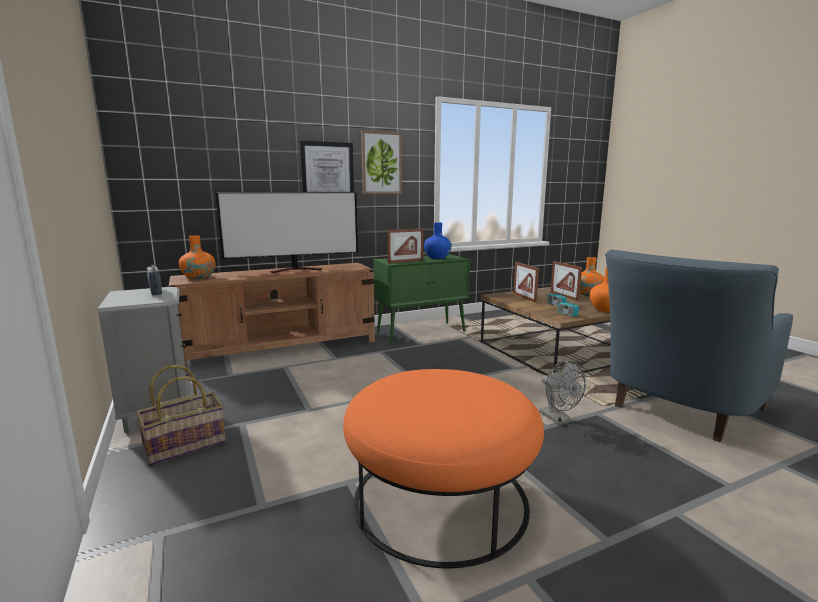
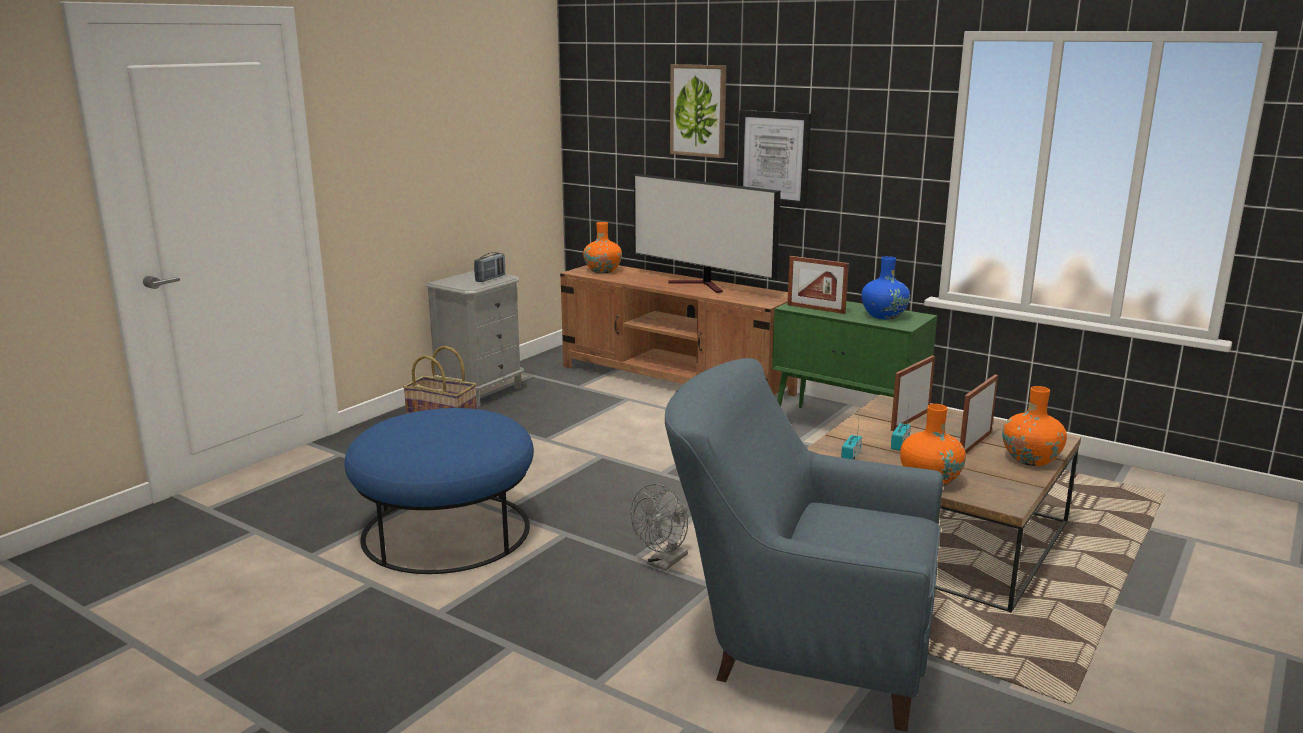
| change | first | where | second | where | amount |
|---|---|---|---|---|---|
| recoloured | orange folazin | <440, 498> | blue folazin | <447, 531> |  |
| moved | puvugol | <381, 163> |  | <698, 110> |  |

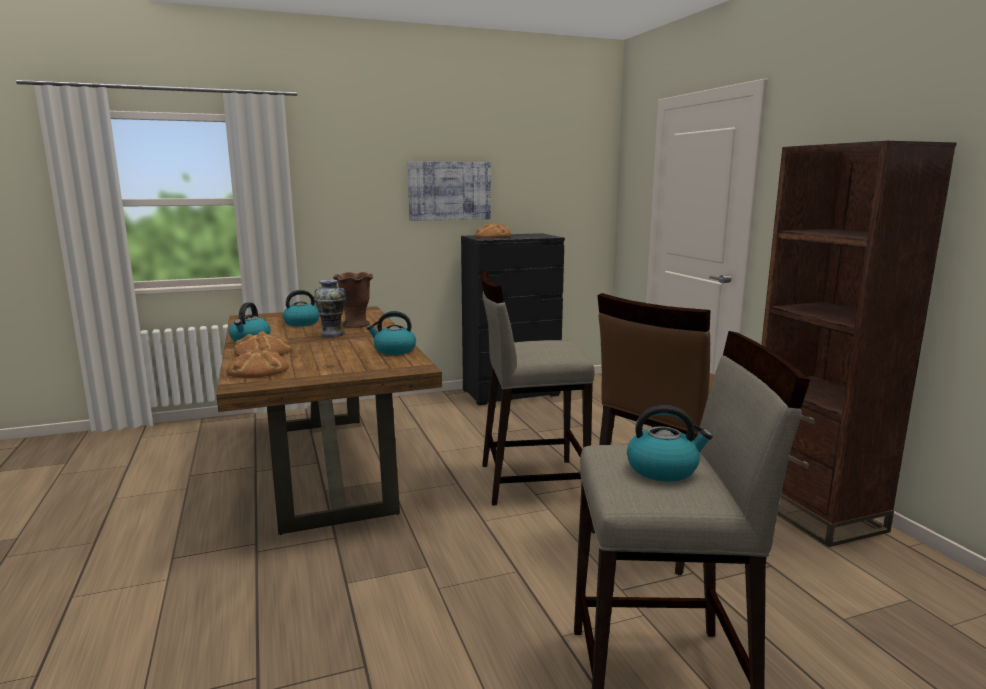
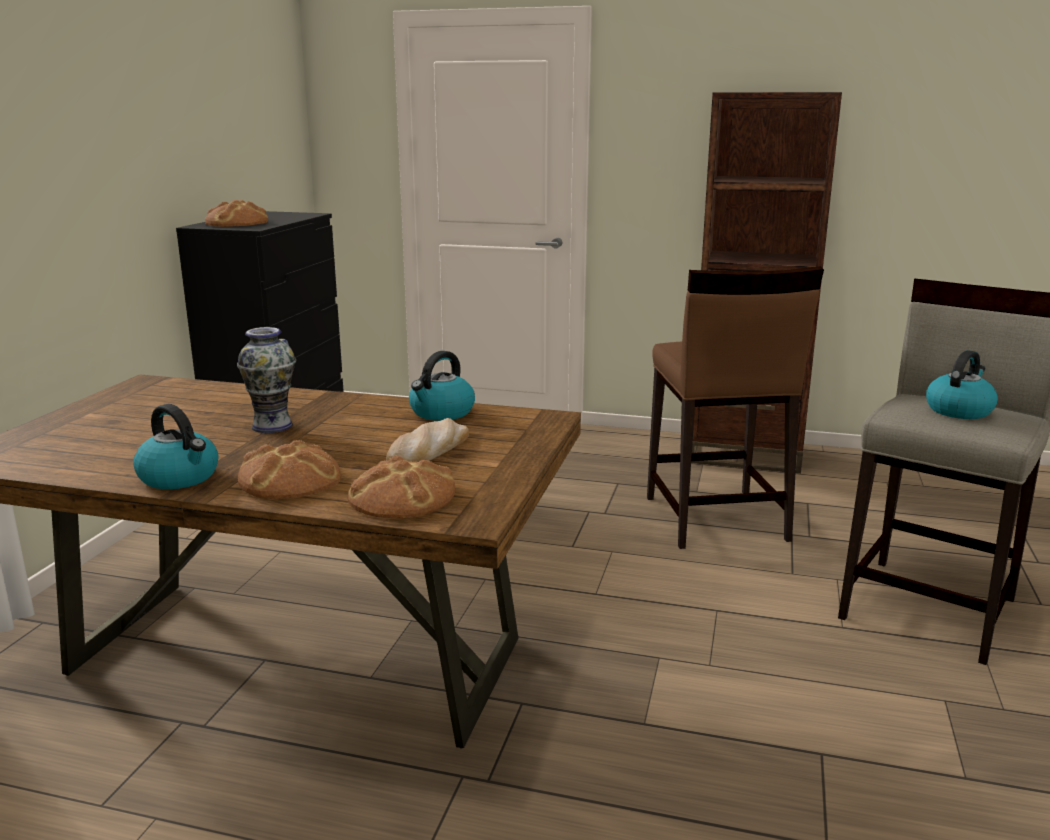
| change | first | where | second | where | amount |
|---|---|---|---|---|---|
| added |  |  | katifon | <428, 450> |  |
| removed | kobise | <302, 323> |  |  |  |
| removed | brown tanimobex | <356, 324> |  |  |  |
| removed | puvugol | <449, 191> |  |  |  |
| removed | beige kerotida | <531, 481> |  |  |  |

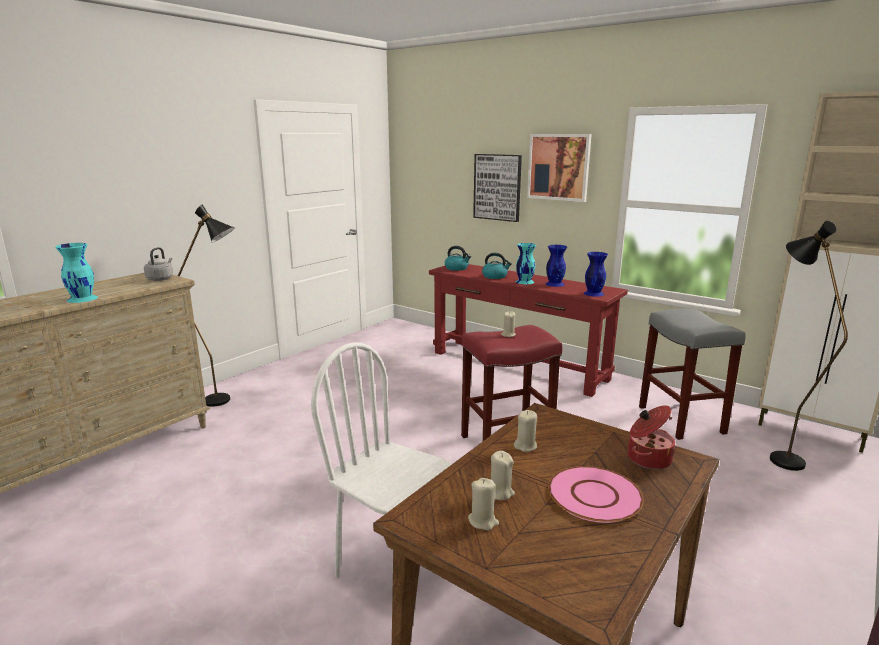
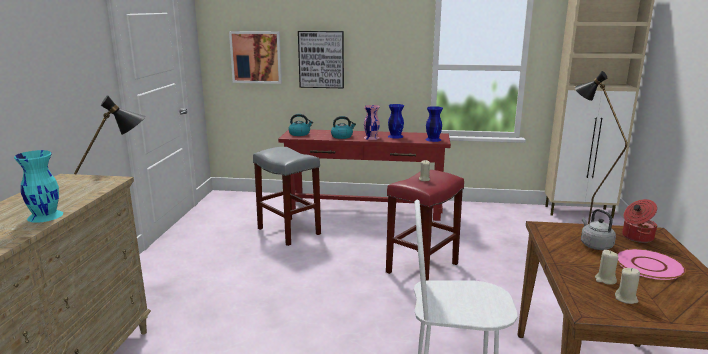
| change | first | where | second | where | amount |
|---|---|---|---|---|---|
| moved | puvugol | <558, 167> |  | <256, 57> |  |
| moved | grey kerotida | <682, 420> |  | <289, 231> |  |
| recoloured | turquoise tanimobex | <524, 281> | pink tanimobex | <371, 137> |  |
| moved | grey kobise | <161, 278> |  | <595, 245> |  |
| removed | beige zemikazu | <525, 446> |  |  |  |

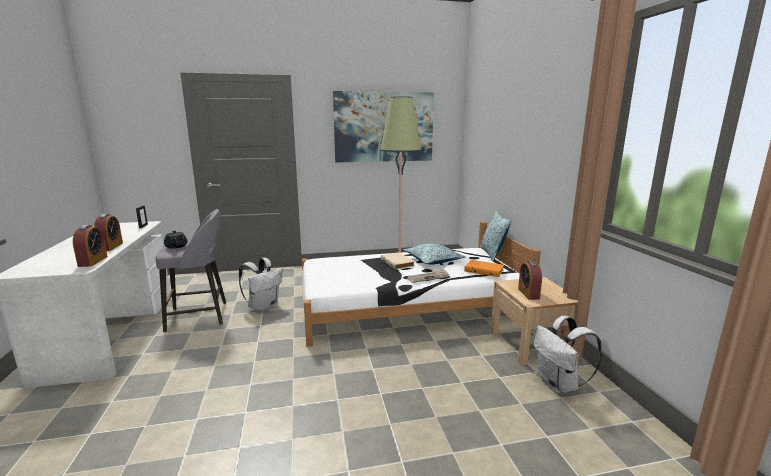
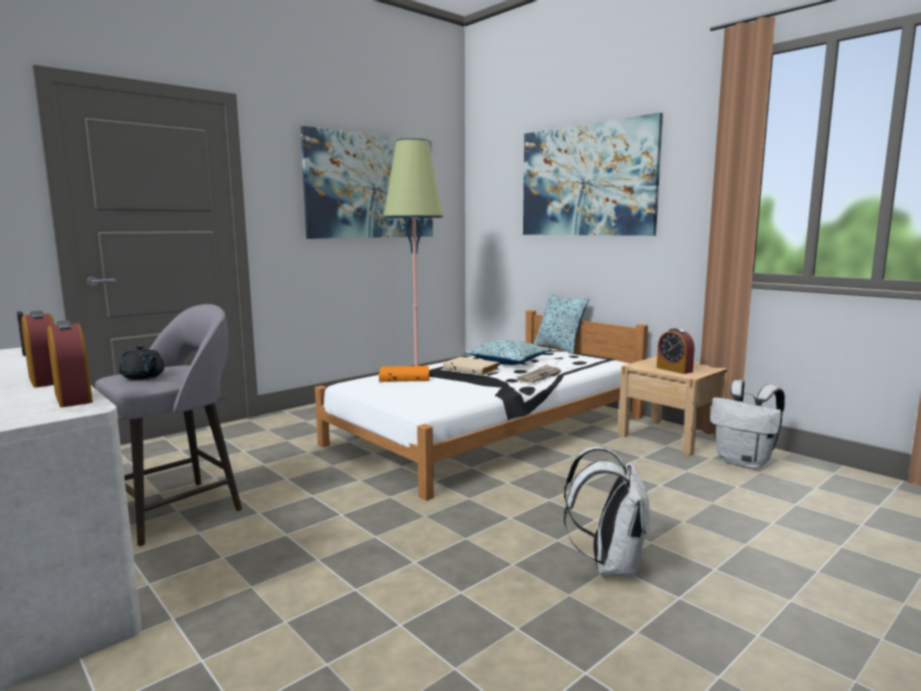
| change | first | where | second | where | amount |
|---|---|---|---|---|---|
| moved | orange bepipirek | <484, 270> |  | <405, 377> |  |
| added |  |  | puvugol | <586, 180> |  |
| moved | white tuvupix | <263, 307> |  | <610, 565> |  |

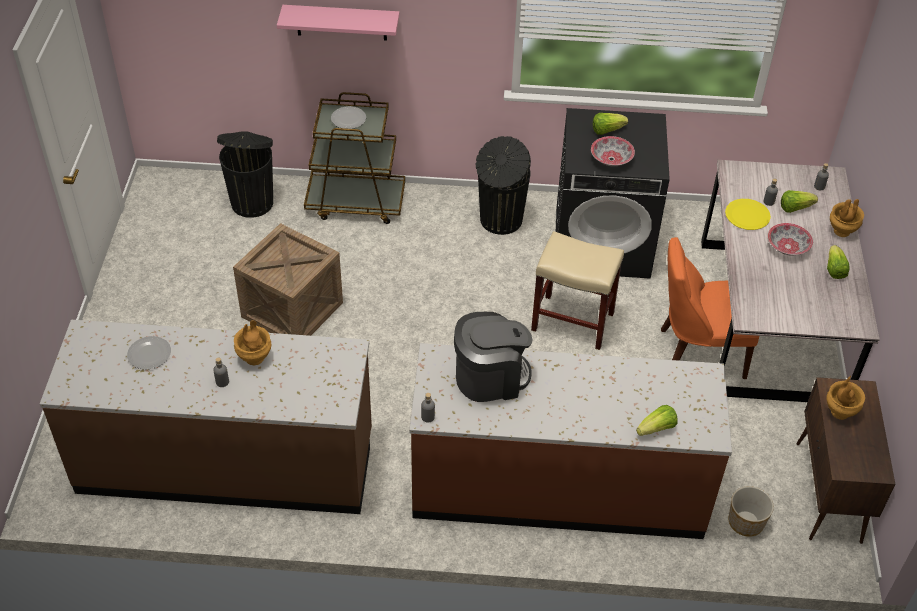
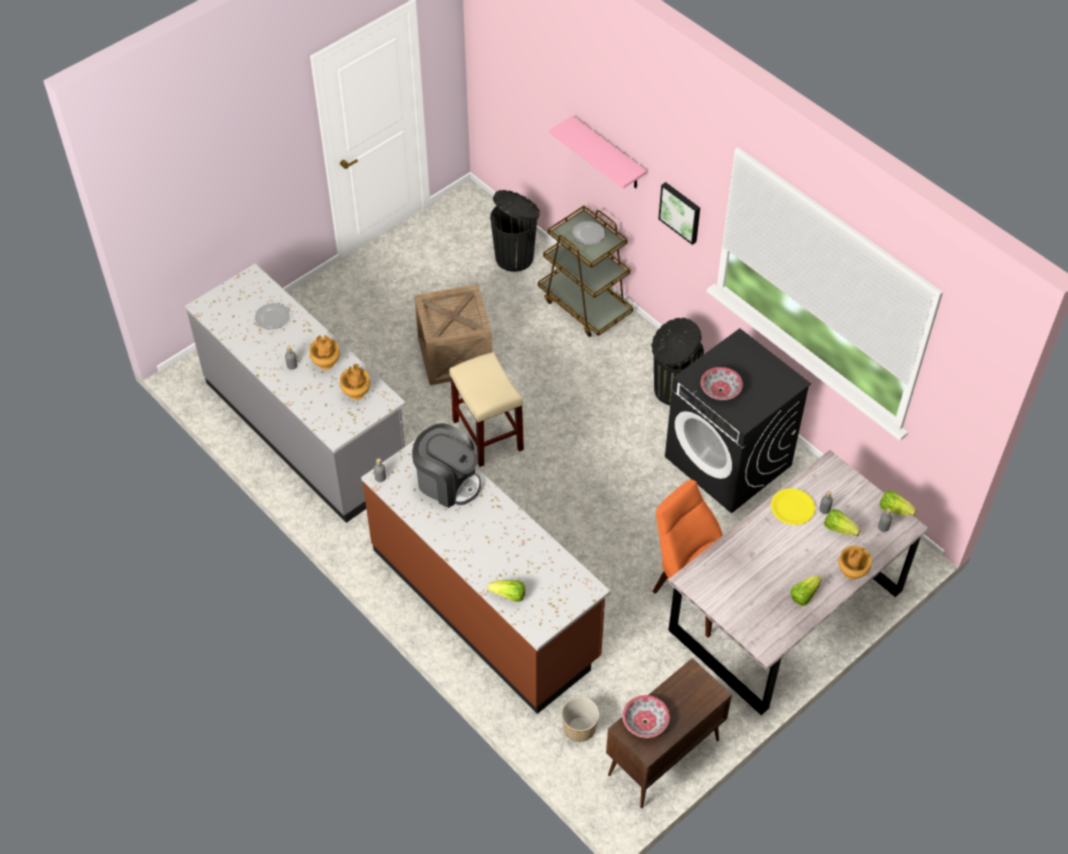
| change | first | where | second | where | amount |
|---|---|---|---|---|---|
| recoloured | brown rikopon | <226, 462> | grey rikopon | <306, 429> |  |
| moved | brown tanimobex | <839, 412> |  | <356, 393> |  |
| moved | beige kerotida | <573, 321> |  | <488, 435> |  |
| moved | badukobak | <787, 247> |  | <644, 721> |  |
| added |  |  | puvugol | <681, 212> |  |
| moved | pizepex | <607, 130> |  | <894, 509> |  |

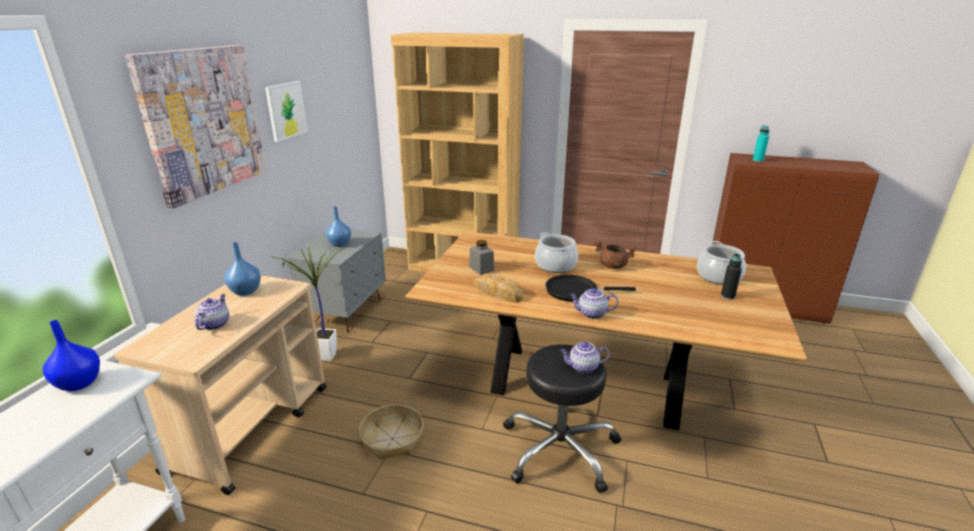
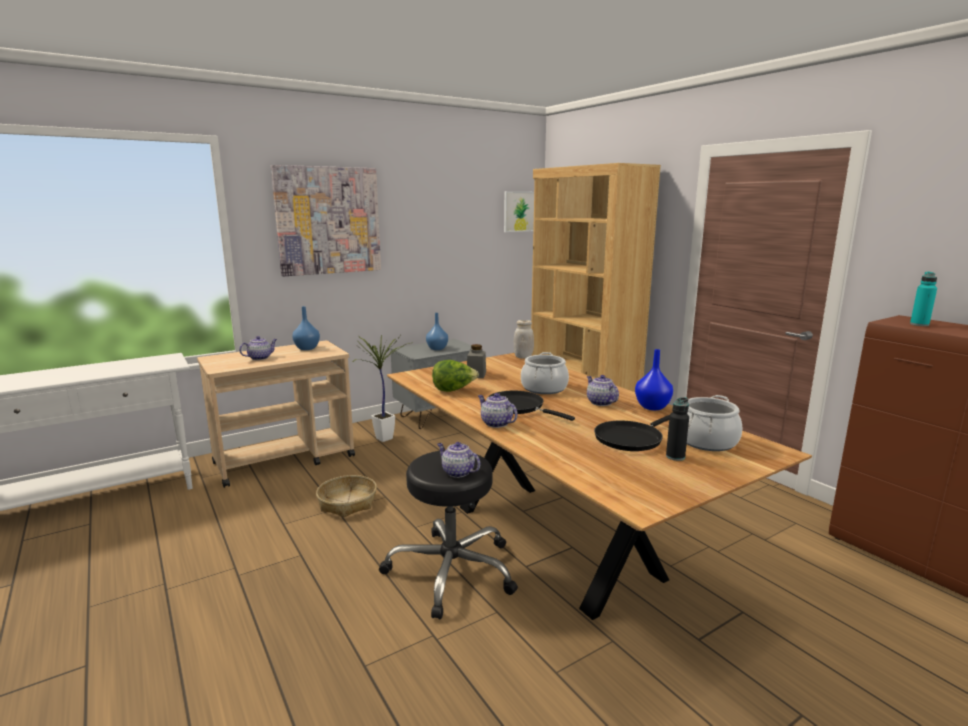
| change | first | where | second | where | amount |
|---|---|---|---|---|---|
| replaced | katifon | <497, 292> | pizepex | <453, 390> |  |
| moved | puvugol | <286, 110> |  | <520, 211> |  |
| added |  |  | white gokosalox | <523, 357> |  |
| replaced | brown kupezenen | <612, 266> | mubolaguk | <600, 402> |  |
| added |  |  | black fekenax | <630, 438> |  |
| moved | blue tanimobex | <78, 384> |  | <652, 407> |  |

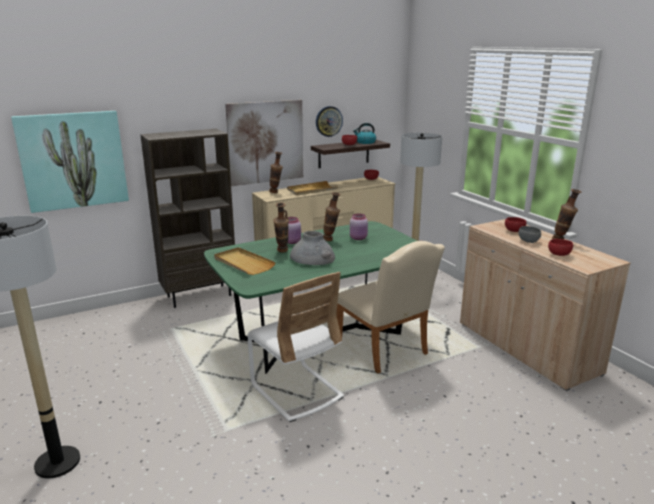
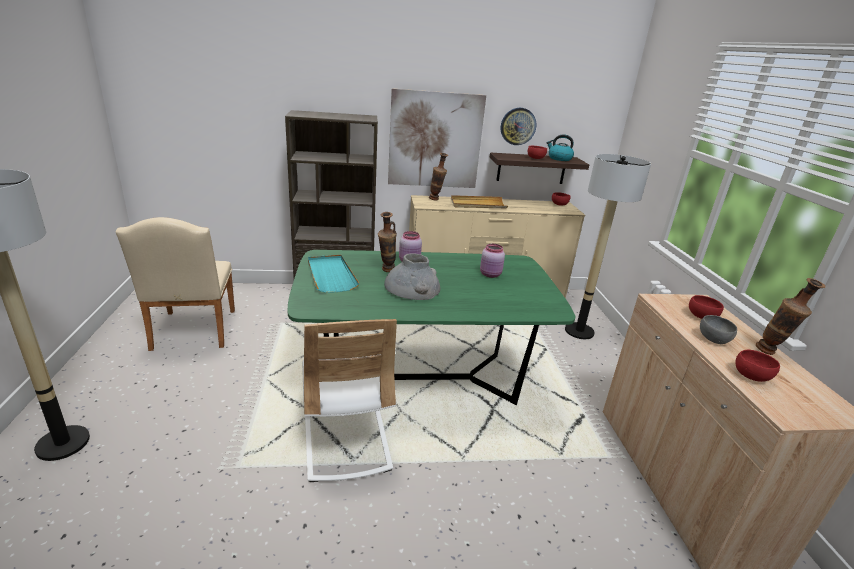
| change | first | where | second | where | amount |
|---|---|---|---|---|---|
| moved | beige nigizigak | <385, 351> |  | <193, 332> |  |
| recoloured | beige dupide | <243, 263> | turquoise dupide | <331, 275> |  |
| removed | puvugol | <73, 160> |  |  |  |
| removed | tanimobex | <331, 240> |  |  |  |

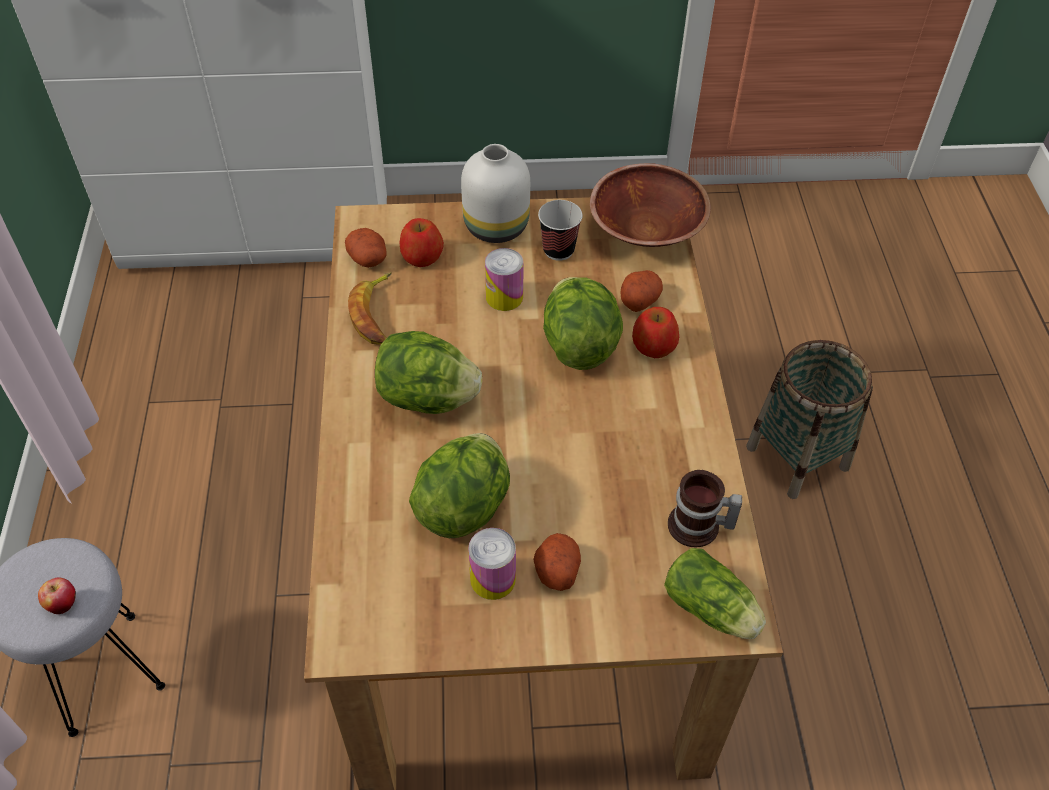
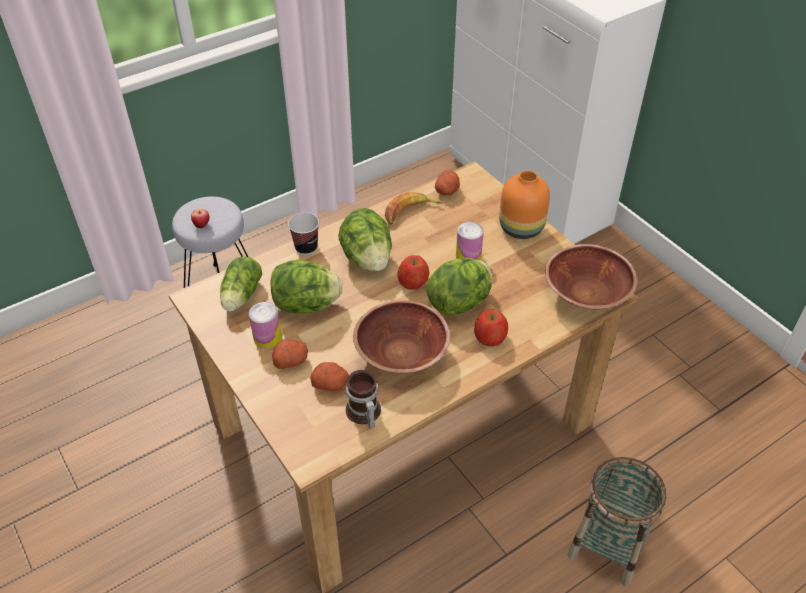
| change | first | where | second | where | amount |
|---|---|---|---|---|---|
| moved | pizepex | <712, 610> |  | <240, 296> |  |
| moved | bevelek | <558, 250> |  | <306, 248> |  |
| moved | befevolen | <639, 299> |  | <331, 384> |  |
| added |  |  | brown badukobak | <401, 354> |  |
| moved | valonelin | <422, 256> |  | <413, 282> |  |
| recoloured | white tanimobex | <494, 226> | orange tanimobex | <521, 227> |  |

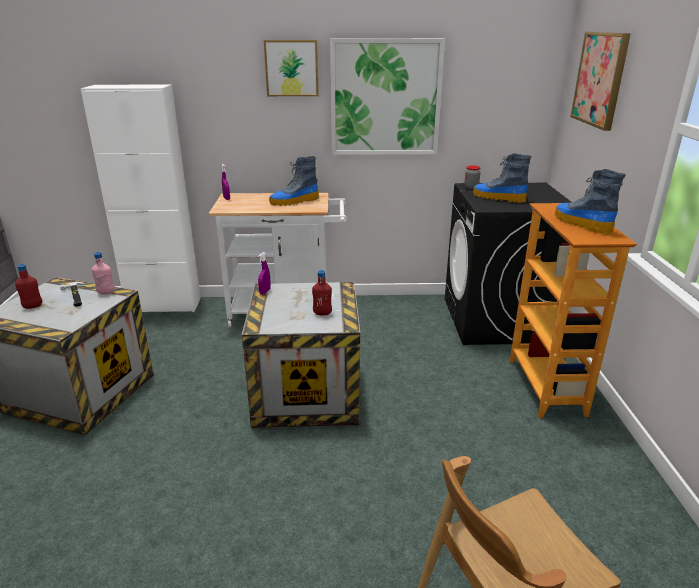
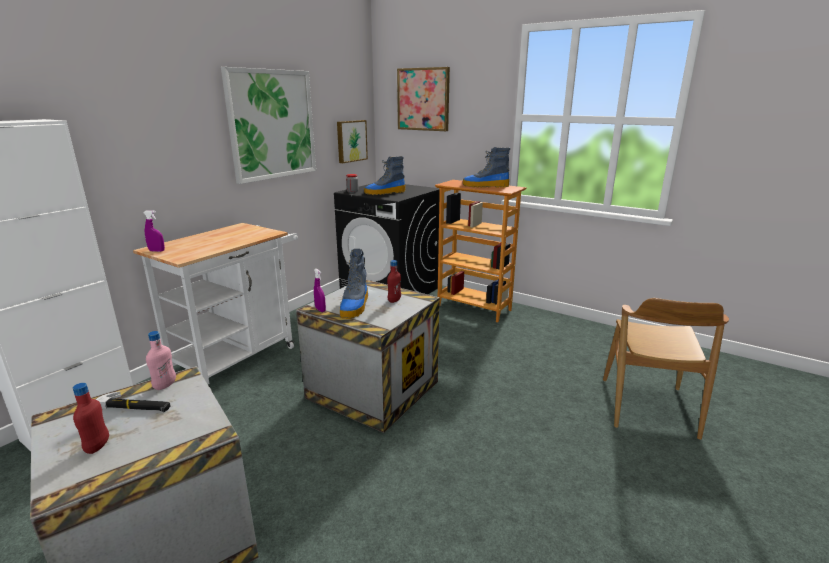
| change | first | where | second | where | amount |
|---|---|---|---|---|---|
| moved | puvugol | <292, 68> |  | <351, 141> |  |
| moved | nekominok | <294, 201> |  | <355, 306> |  |

